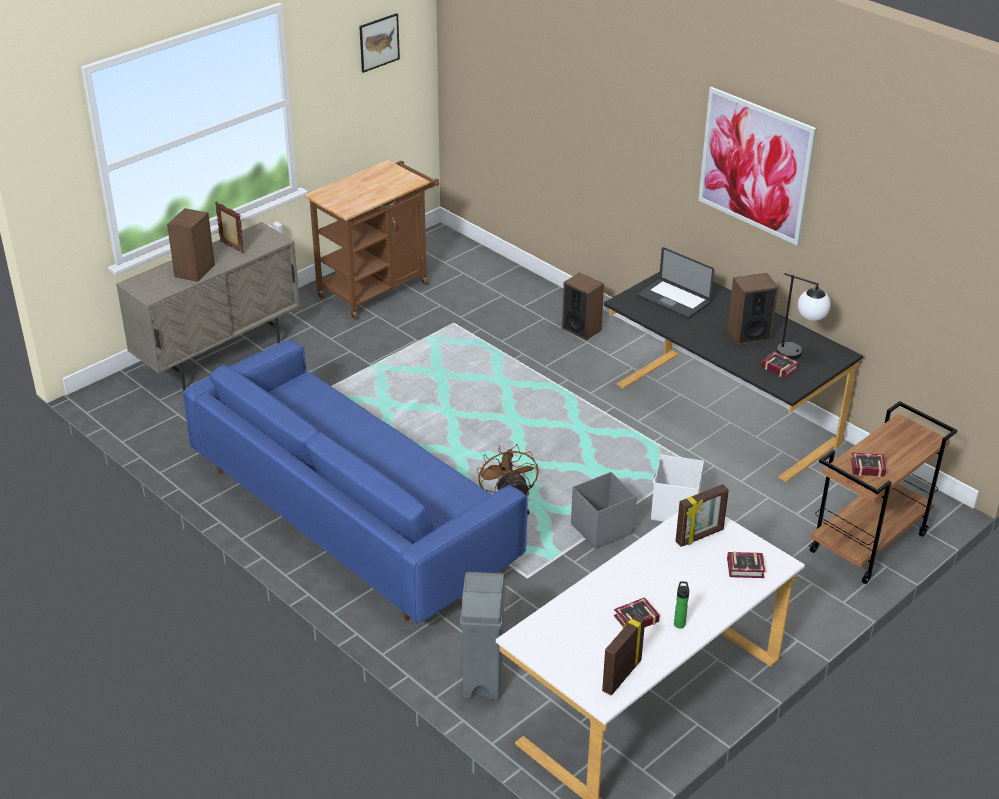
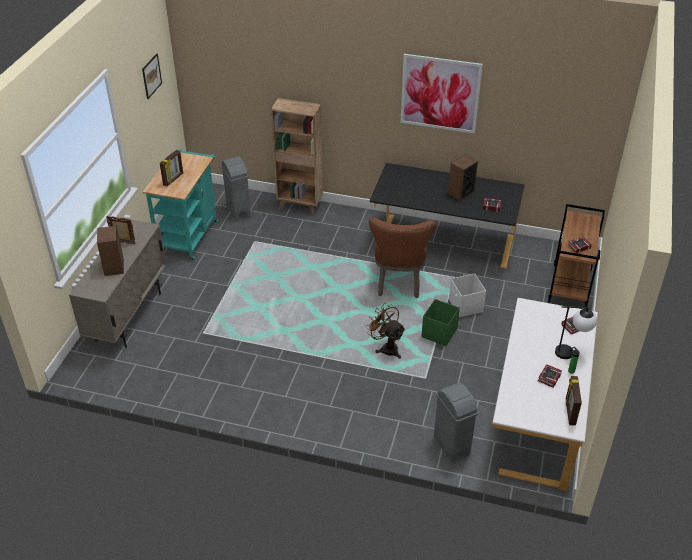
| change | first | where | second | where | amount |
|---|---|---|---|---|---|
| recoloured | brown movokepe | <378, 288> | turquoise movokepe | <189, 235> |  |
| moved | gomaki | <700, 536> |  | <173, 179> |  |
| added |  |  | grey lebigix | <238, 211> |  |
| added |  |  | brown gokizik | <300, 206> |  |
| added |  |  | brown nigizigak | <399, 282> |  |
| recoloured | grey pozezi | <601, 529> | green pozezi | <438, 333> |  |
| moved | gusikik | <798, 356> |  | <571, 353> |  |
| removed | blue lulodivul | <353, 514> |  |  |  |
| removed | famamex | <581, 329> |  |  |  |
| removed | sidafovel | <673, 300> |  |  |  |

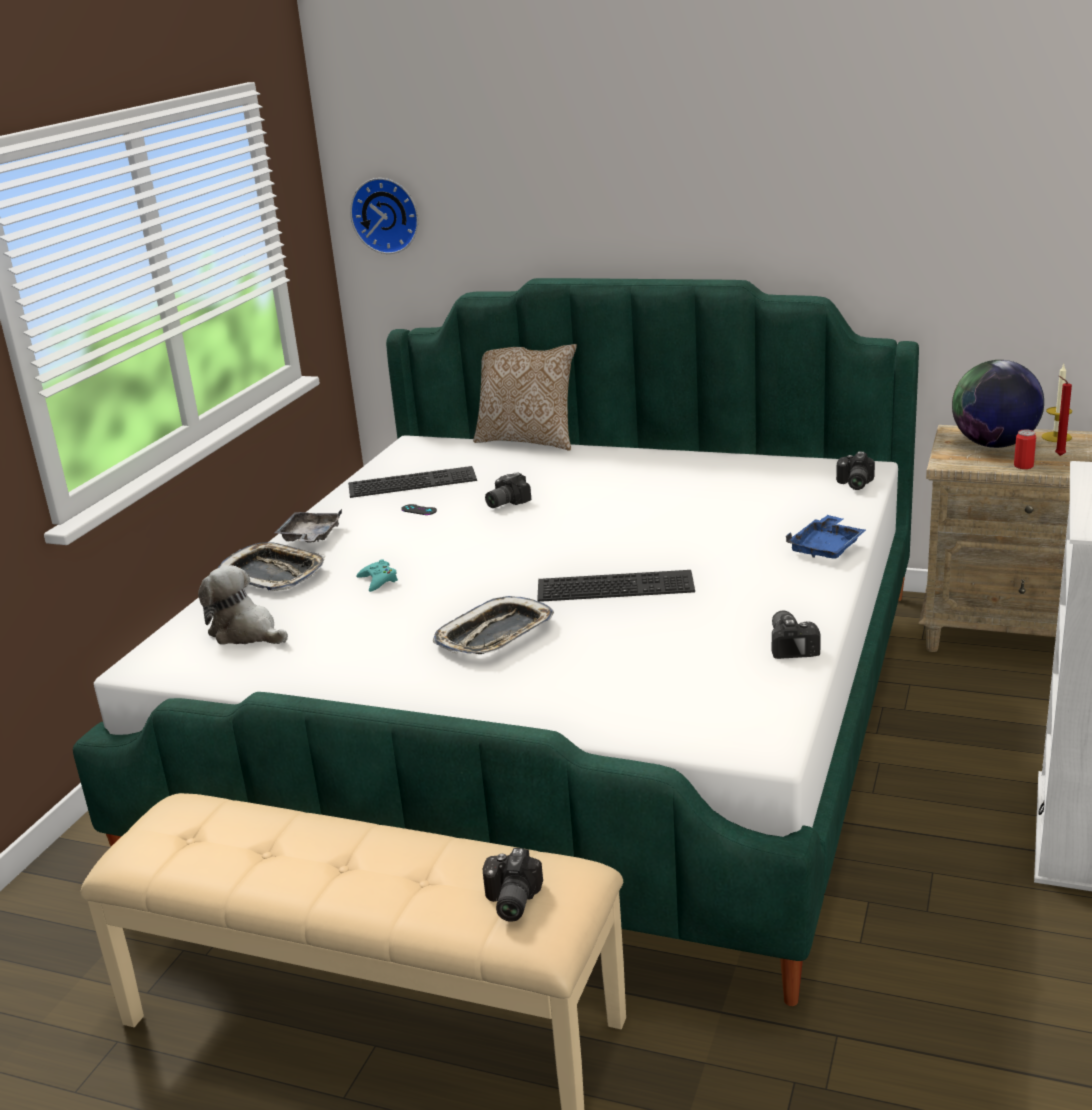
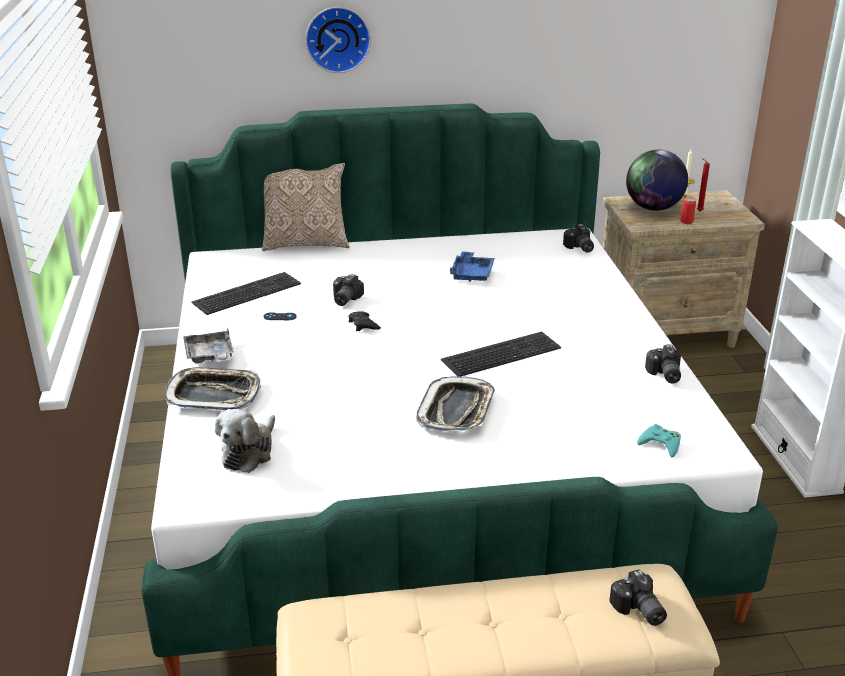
| change | first | where | second | where | amount |
|---|---|---|---|---|---|
| turned | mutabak | <246, 633> |  | <249, 452> | 75 degrees counterclockwise |
| moved | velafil | <387, 215> |  | <337, 39> |  |
| added |  |  | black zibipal | <363, 325> |  |
| moved | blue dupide | <827, 548> |  | <472, 274> |  |
| moved | turquoise zibipal | <378, 580> |  | <660, 444> |  |
| turned | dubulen | <793, 644> |  | <663, 375> | 150 degrees counterclockwise |

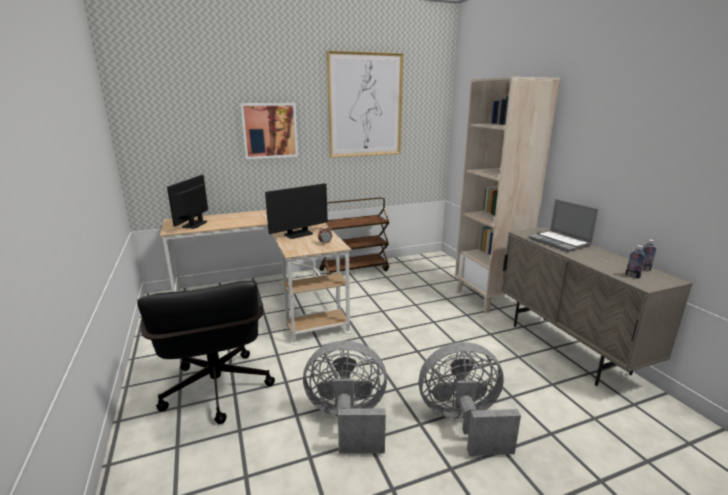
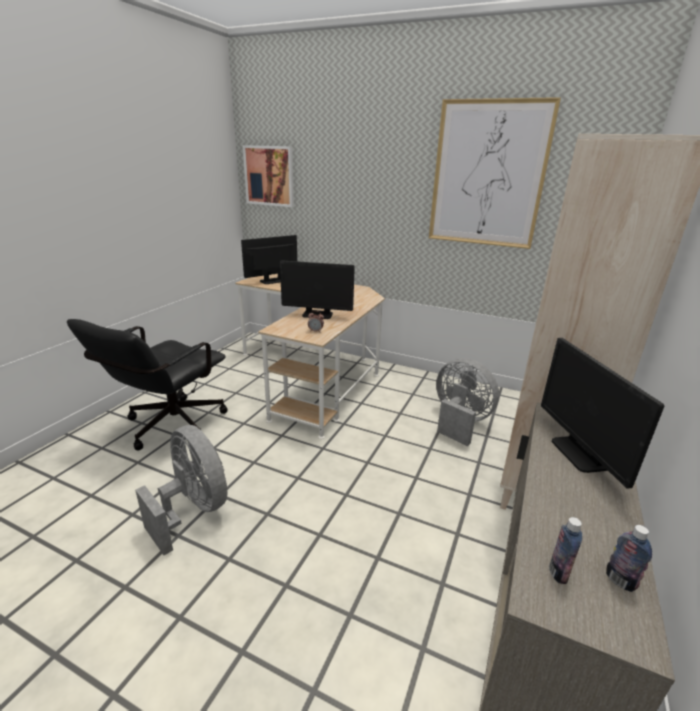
| change | first | where | second | where | amount |
|---|---|---|---|---|---|
| moved | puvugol | <270, 130> |  | <269, 176> |  |
| moved | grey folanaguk | <463, 422> |  | <459, 422> |  |
| replaced | sidafovel | <560, 242> | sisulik | <580, 454> |  |
| removed | brown movokepe | <354, 270> |  |  |  |

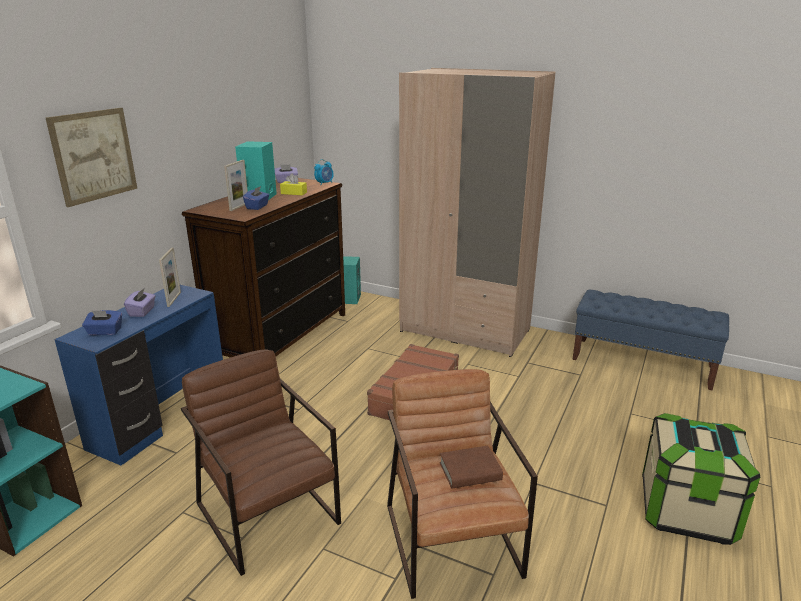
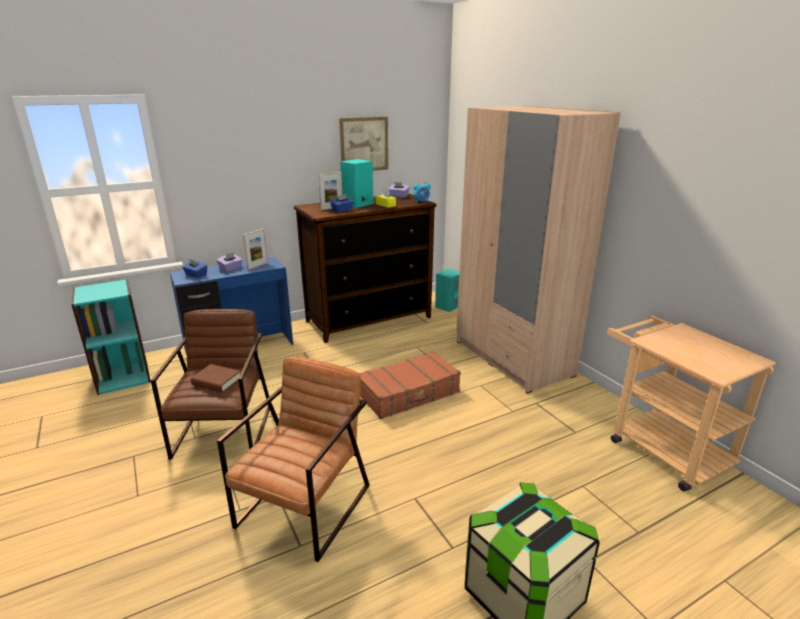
| change | first | where | second | where | amount |
|---|---|---|---|---|---|
| moved | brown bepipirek | <470, 472> |  | <216, 382> |  |
| moved | puvugol | <94, 155> |  | <364, 144> |  |
| replaced | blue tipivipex | <642, 363> | beige movokepe | <660, 447> |  |

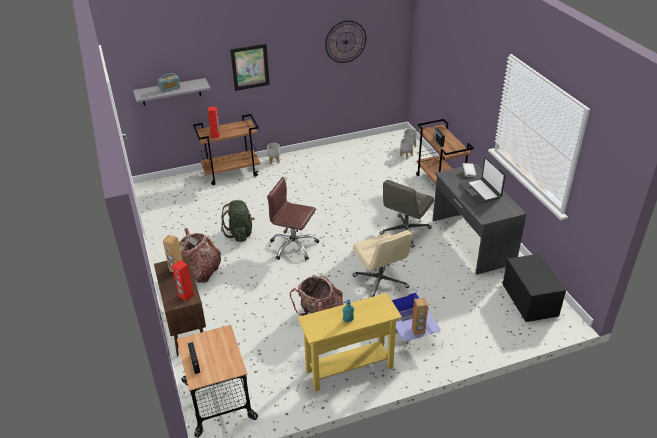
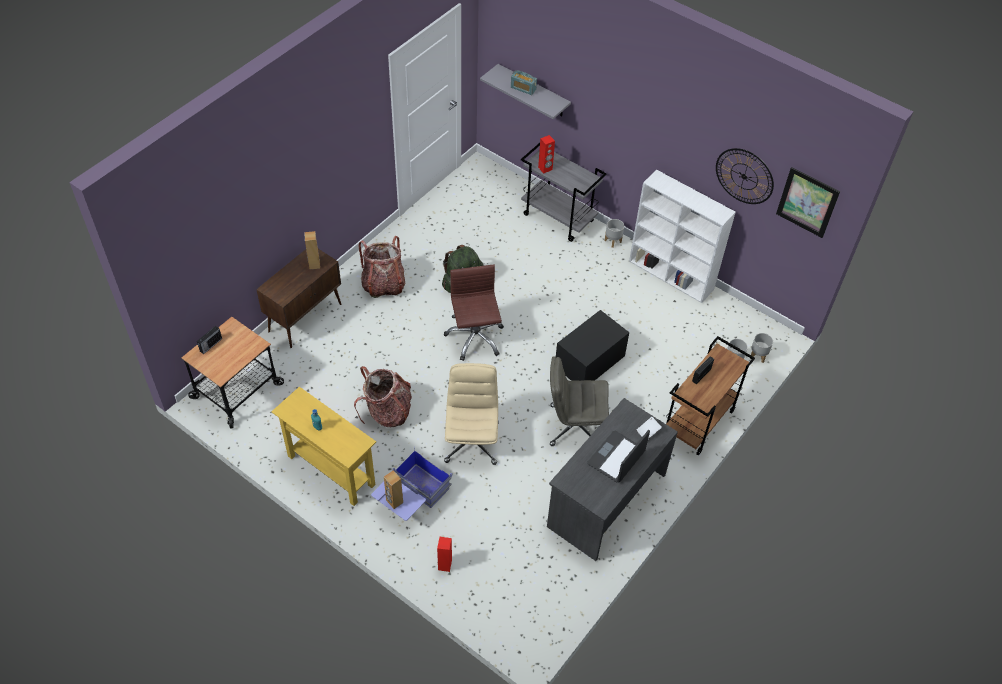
| change | first | where | second | where | amount |
|---|---|---|---|---|---|
| moved | red famamex | <186, 296> |  | <444, 565> |  |
| turned | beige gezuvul | <381, 282> |  | <471, 441> | 150 degrees clockwise |
| recoloured | brown movokepe | <232, 173> | grey movokepe | <559, 218> |  |
| moved | black pozezi | <530, 299> |  | <589, 361> |  |
| added |  |  | white gokizik | <672, 275> |  |
| moved | puvugol | <250, 67> |  | <807, 202> |  |

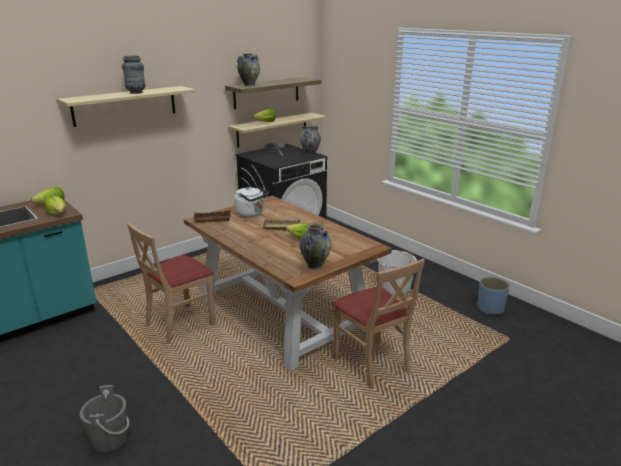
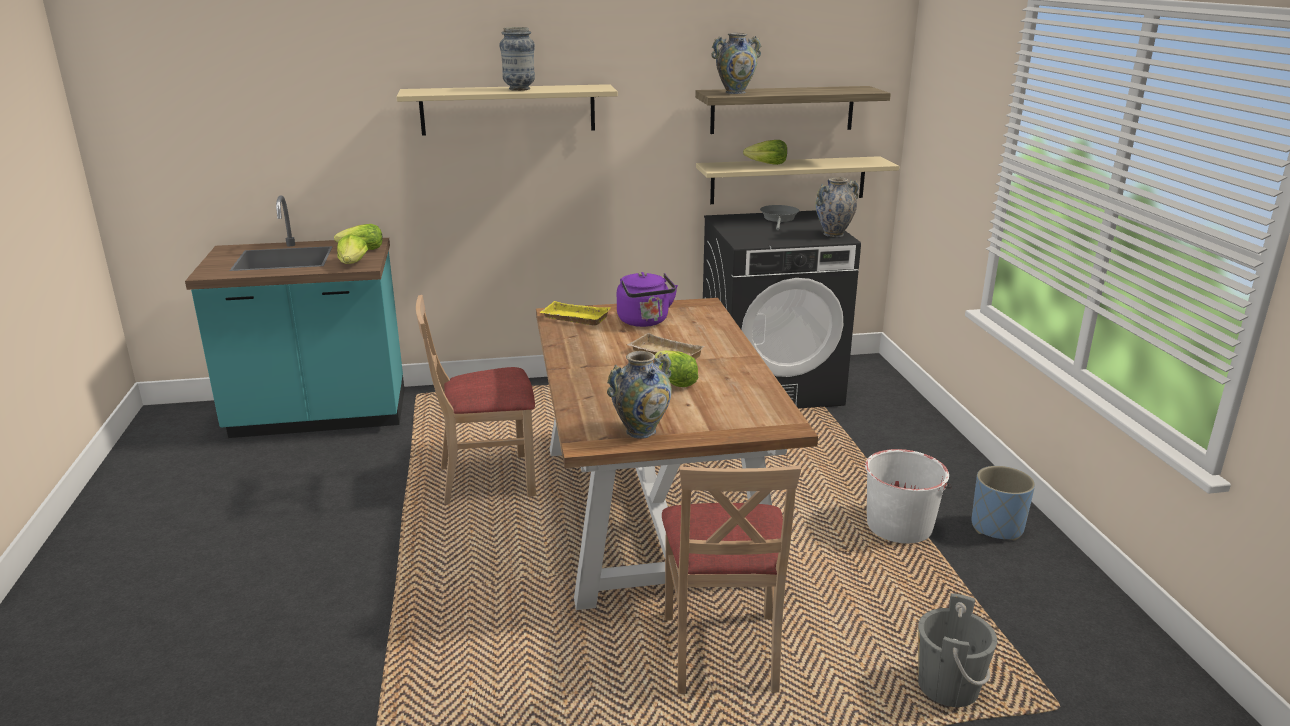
| change | first | where | second | where | amount |
|---|---|---|---|---|---|
| recoloured | brown dupide | <212, 220> | yellow dupide | <573, 318> |  |
| recoloured | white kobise | <251, 214> | purple kobise | <645, 322> |  |
| moved | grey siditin | <109, 439> |  | <948, 687> |  |
| moved | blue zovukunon | <490, 308> |  | <997, 527> |  |

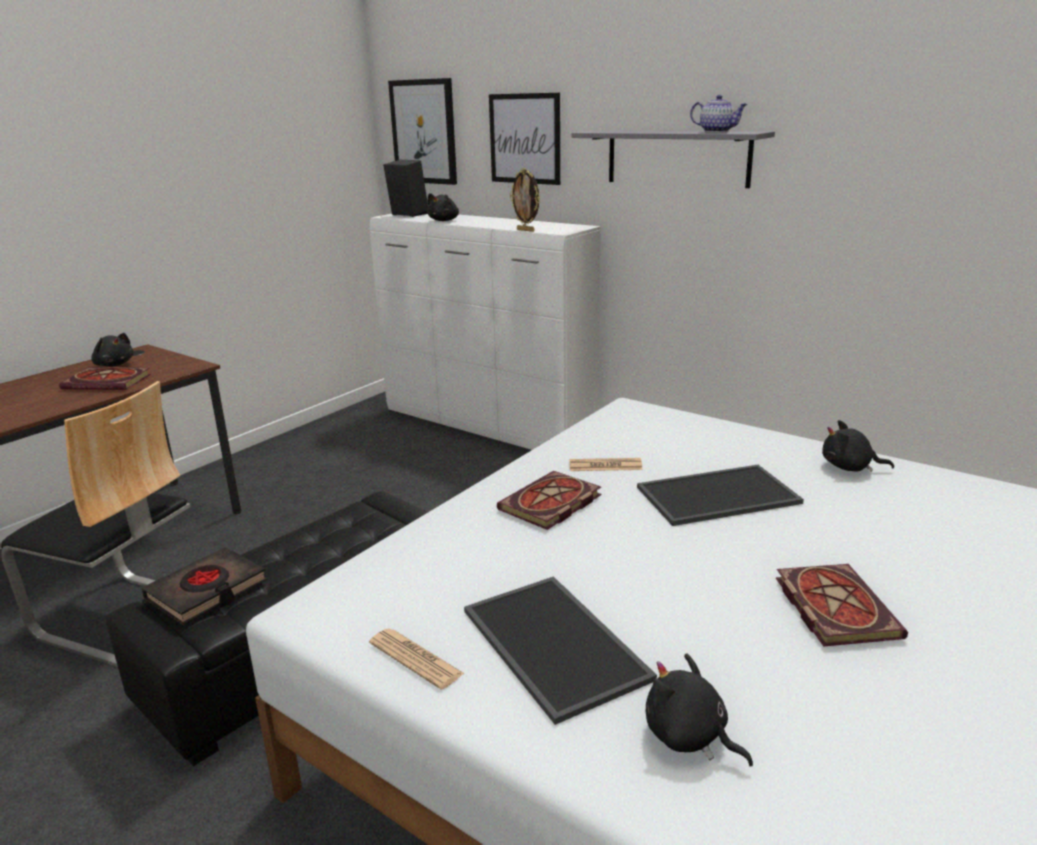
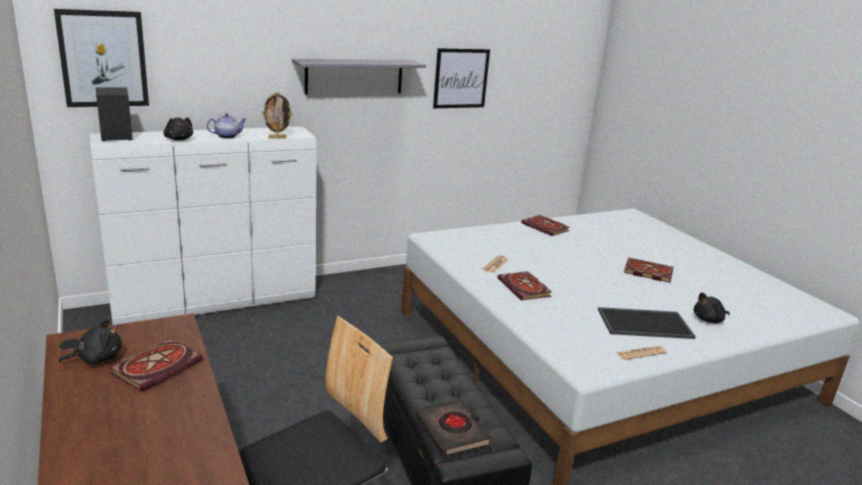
| change | first | where | second | where | amount |
|---|---|---|---|---|---|
| moved | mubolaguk | <717, 131> |  | <227, 136> |  |
| moved | puvugol | <525, 139> |  | <461, 78> |  |
| replaced | black mutabak | <850, 467> | bepipirek | <546, 227> |  |
| removed | dupide | <717, 496> |  |  |  |

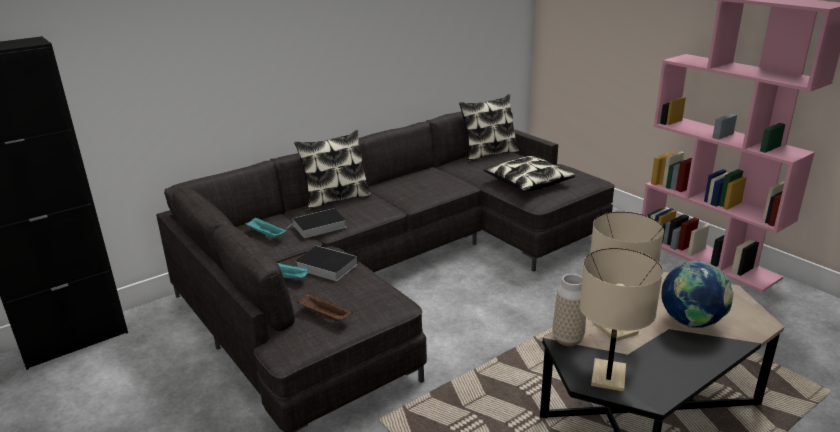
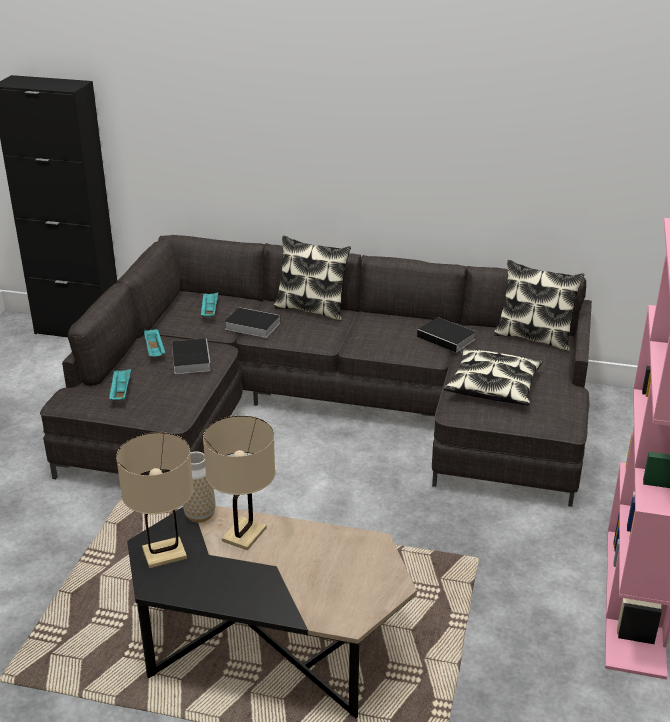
| change | first | where | second | where | amount |
|---|---|---|---|---|---|
| recoloured | brown dupide | <324, 316> | turquoise dupide | <120, 392> |  |
| added |  |  | bepipirek | <448, 338> |  |
| removed | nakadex | <691, 323> |  |  |  |

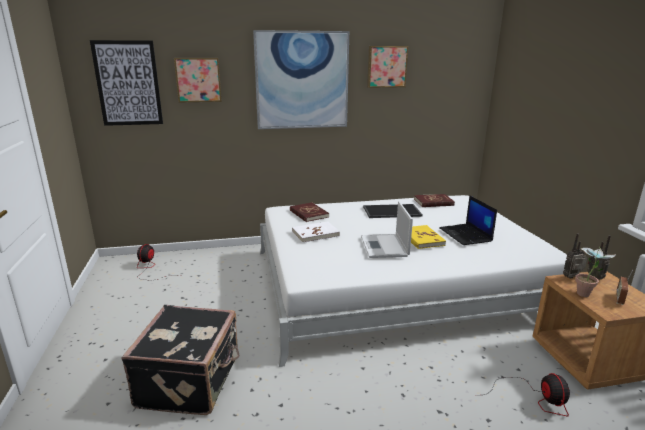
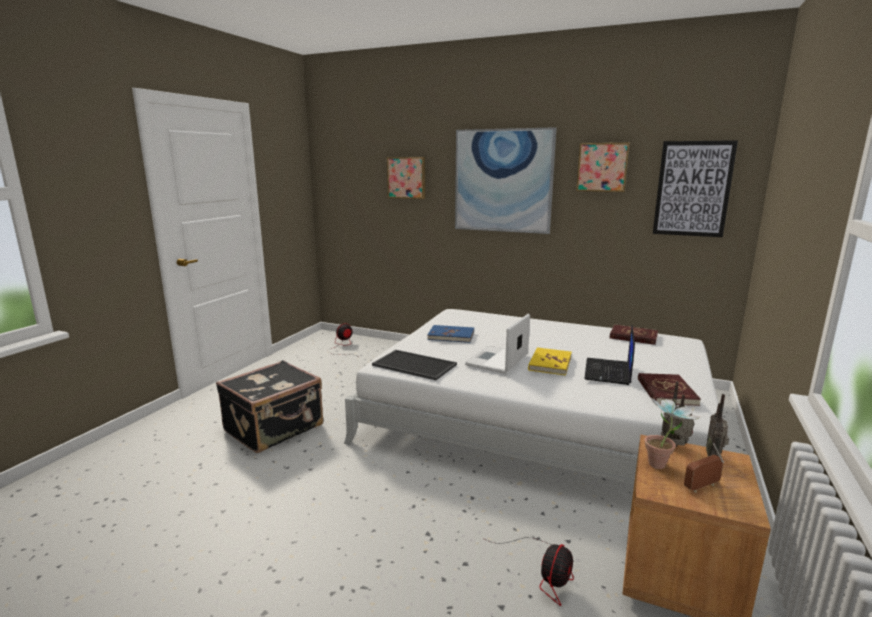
| change | first | where | second | where | amount |
|---|---|---|---|---|---|
| moved | dupide | <391, 212> |  | <413, 365> |  |
| recoloured | white bepipirek | <315, 234> | blue bepipirek | <451, 336> |  |
| moved | red bepipirek | <308, 214> |  | <666, 392> |  |
| moved | puvugol | <128, 83> |  | <693, 189> |  |

